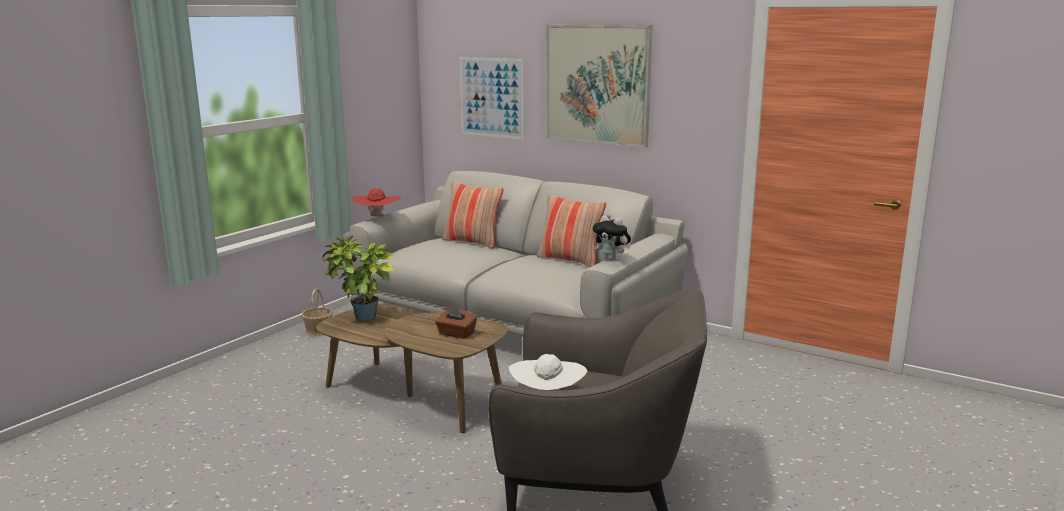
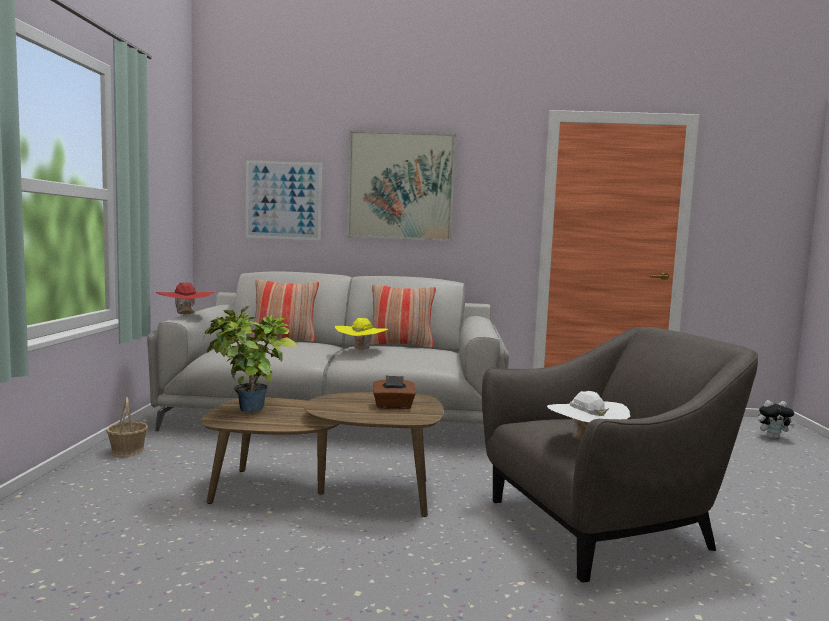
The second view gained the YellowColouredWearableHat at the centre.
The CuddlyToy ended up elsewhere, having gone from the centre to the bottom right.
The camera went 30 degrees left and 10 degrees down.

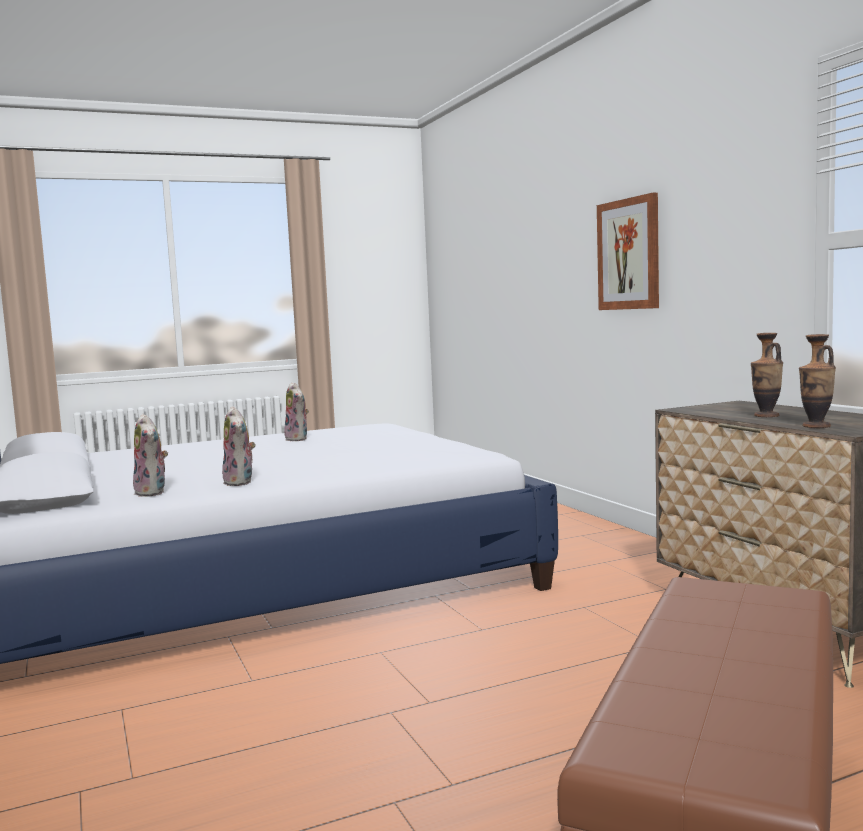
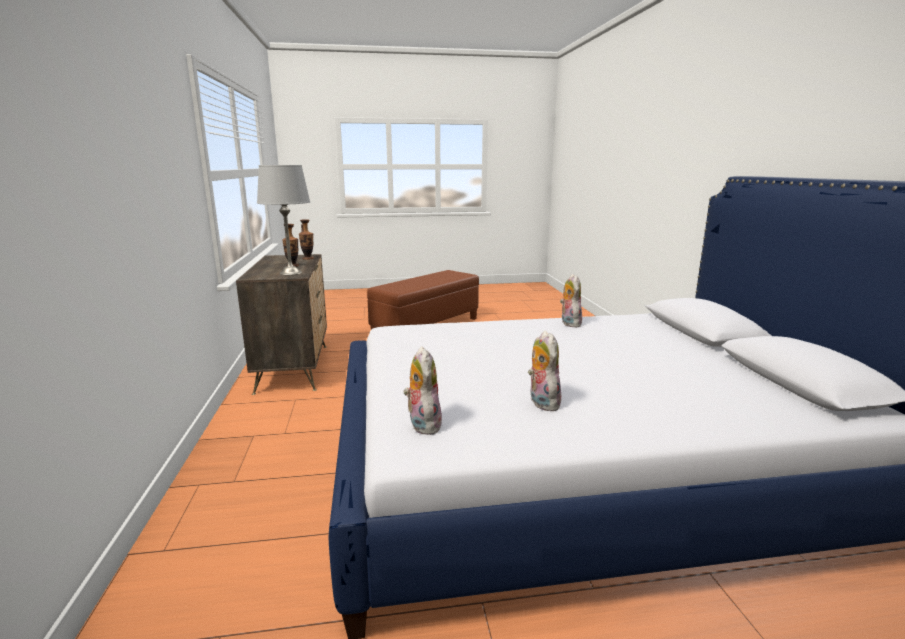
The second view lost the Picture at the top right.
The second view gained the GrayTabletopLamp at the middle left.
The CuddlyToy (no. 1 from left) ended up elsewhere, having gone from the middle left to the centre.
The camera went 165 degrees left and 10 degrees up.

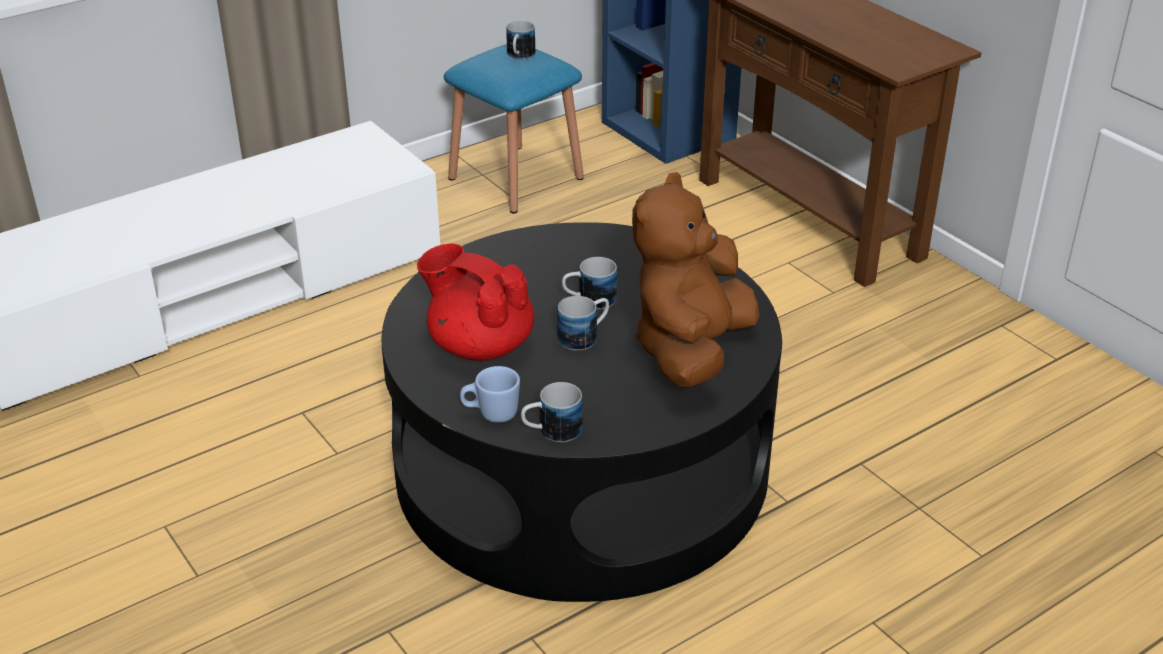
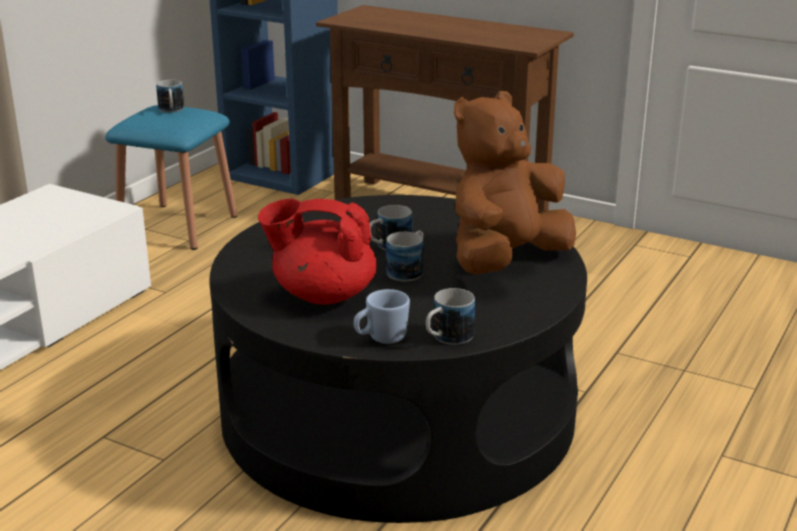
The BrownColouredCuddlyToy at the centre ended up facing another way, 45 degrees clockwise from before.
The camera went 25 degrees left and 10 degrees down.

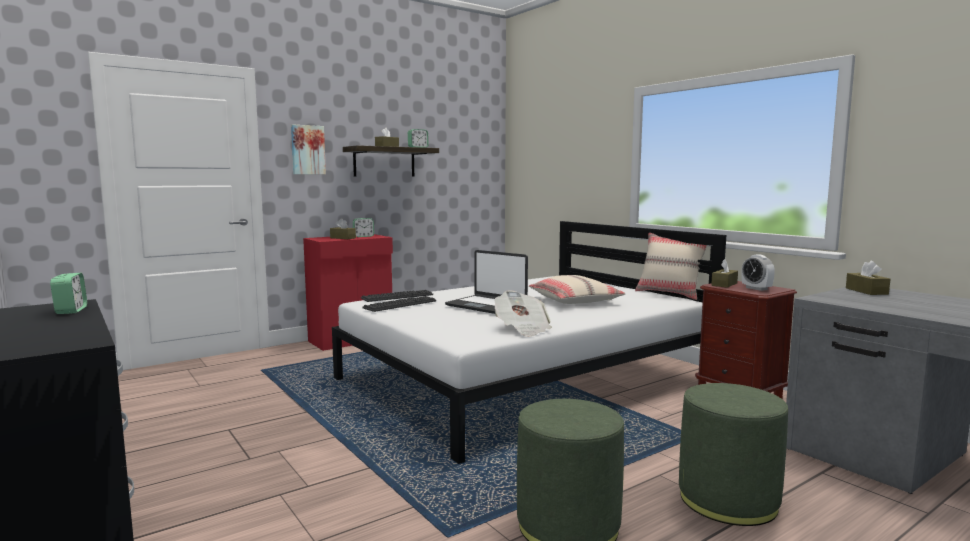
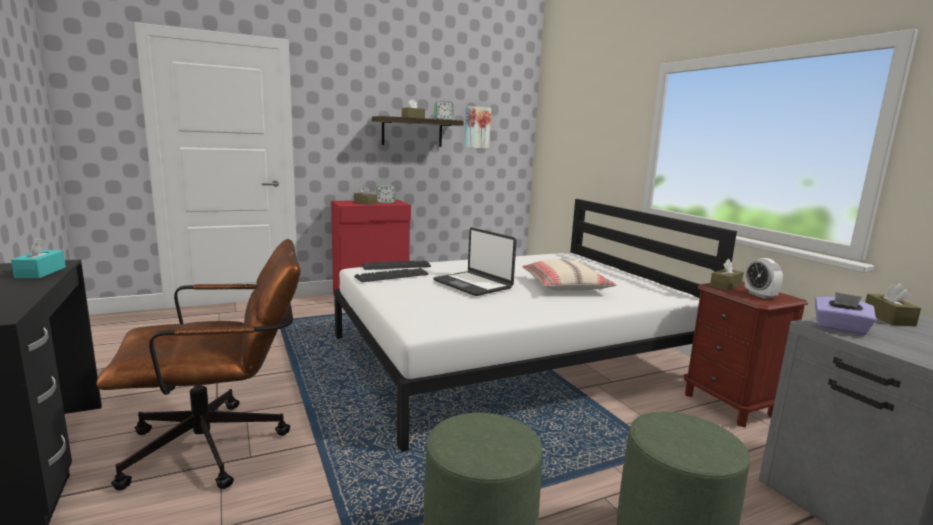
The second view lost the Newspaper at the centre.
The second view lost the BeigeColouredPillow (no. 2 from left) at the middle right.
The second view gained the BrownColouredComputerChair at the bottom left.
The second view gained the PurplishBoxOfTissues at the middle right.
The Picture ended up elsewhere, having gone from the top left to the top centre.
Where the AlarmClock (no. 1 from left) stood at the middle left, the TurquoiseColouredBoxOfTissues came to stand at the middle left.
The camera went 10 degrees right and 5 degrees up.

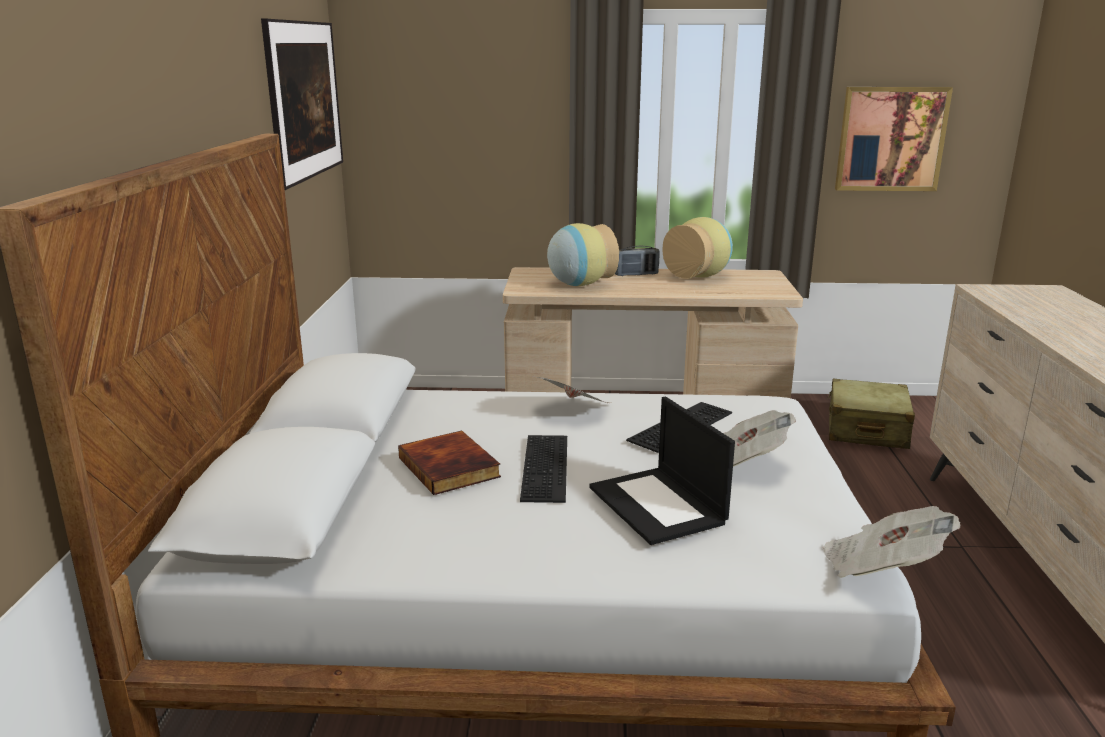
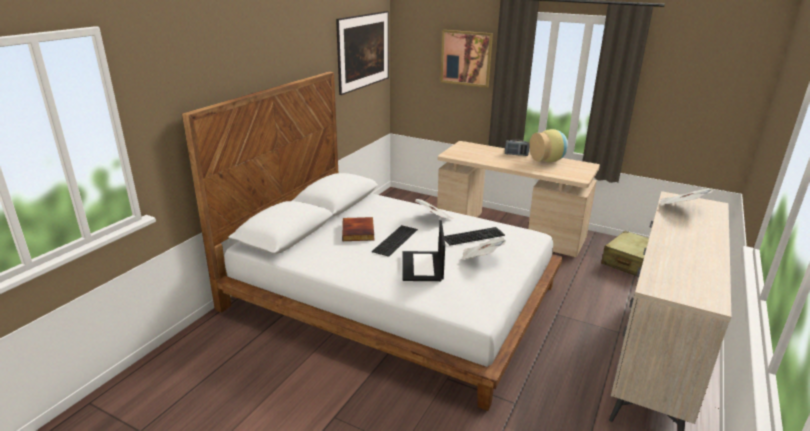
The second view lost the FlowerVase (no. 1 from left) at the centre.
The Newspaper (no. 3 from left) ended up elsewhere, having gone from the bottom right to the middle right.
The Picture (no. 2 from left) ended up elsewhere, having gone from the top right to the top centre.
The camera went 25 degrees right and 5 degrees up.

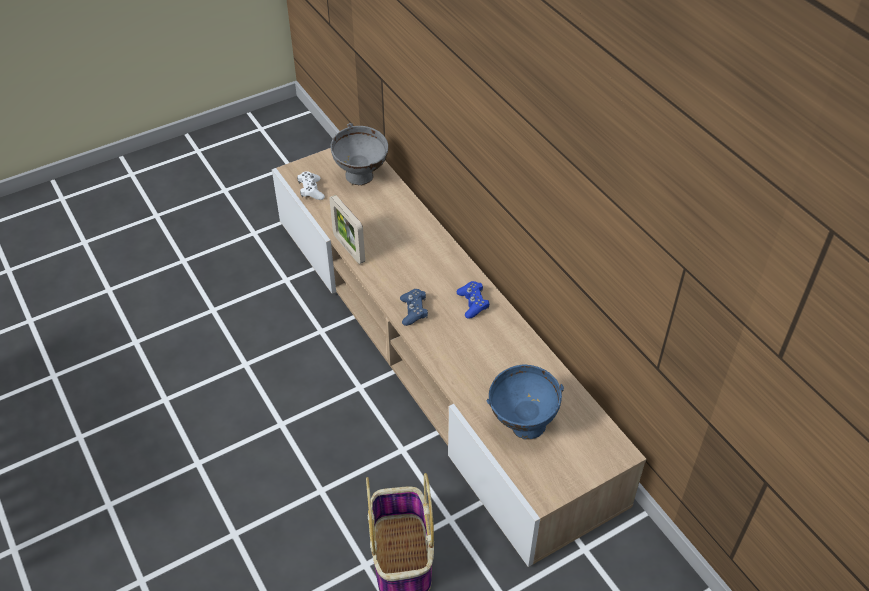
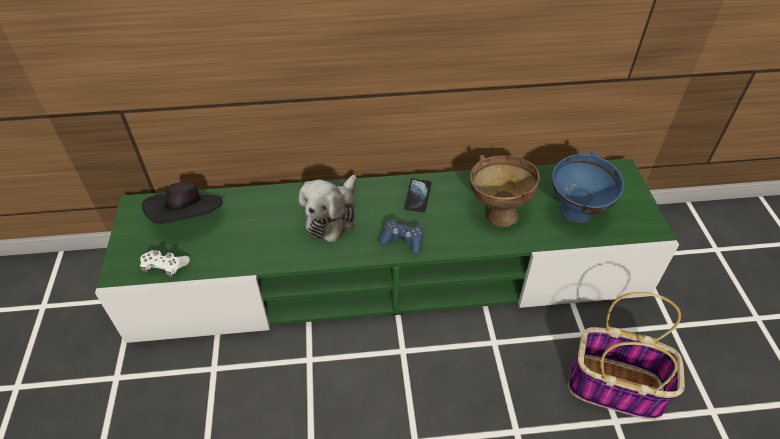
The second view lost the PictureFrame at the centre.
The second view gained the CuddlyToy at the centre.
The second view gained the BrownColouredDeepDish at the centre.
Where the GrayDeepDish stood at the top centre, the BlackColouredWearableHat came to stand at the middle left.
Where the BlueGameController (no. 2 from left) stood at the centre, the Telephone came to stand at the centre.
What was the BeigeColouredTvStand at the centre turned into the GreenishTvStand at the centre.
The camera went 65 degrees left and 0 degrees up.

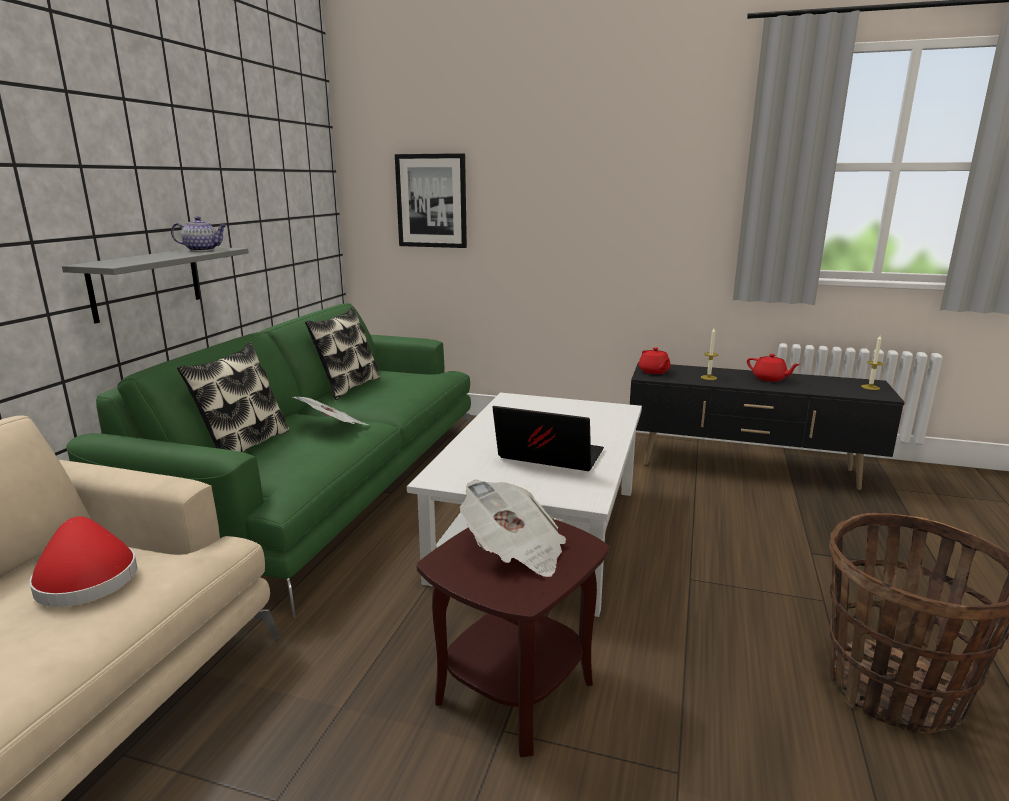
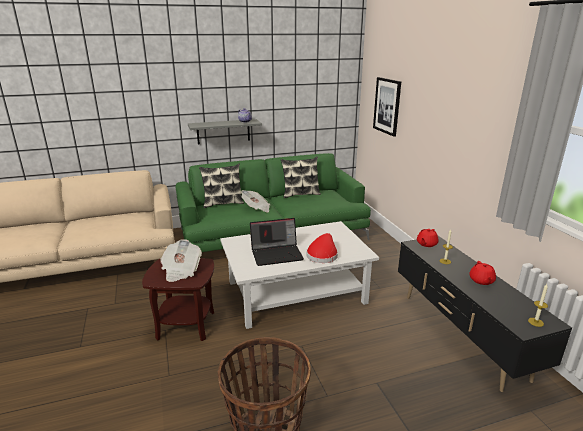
The RedWearableHat ended up elsewhere, having gone from the bottom left to the centre.
The Laptop at the centre ended up facing another way, 90 degrees clockwise from before.
The camera went 55 degrees right and 5 degrees up.

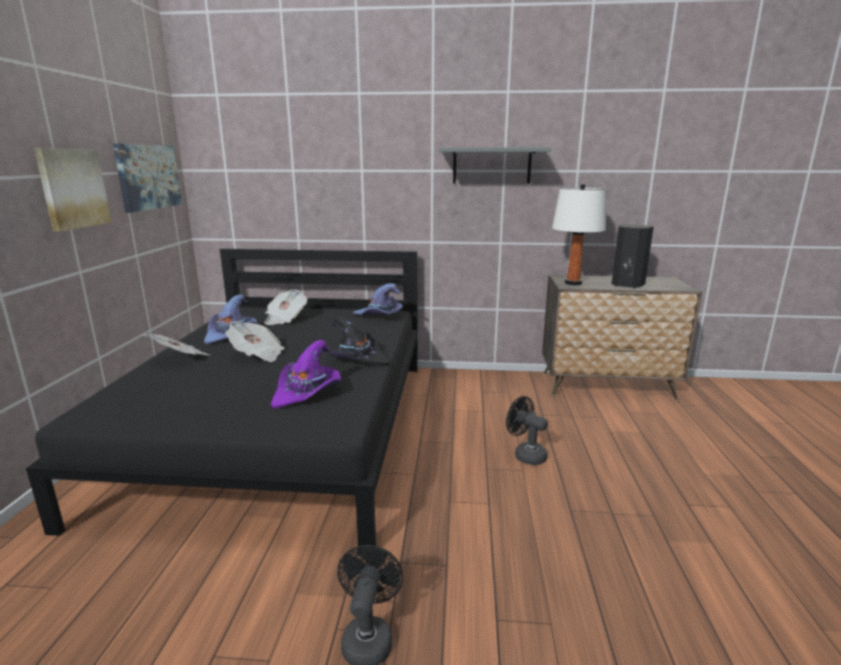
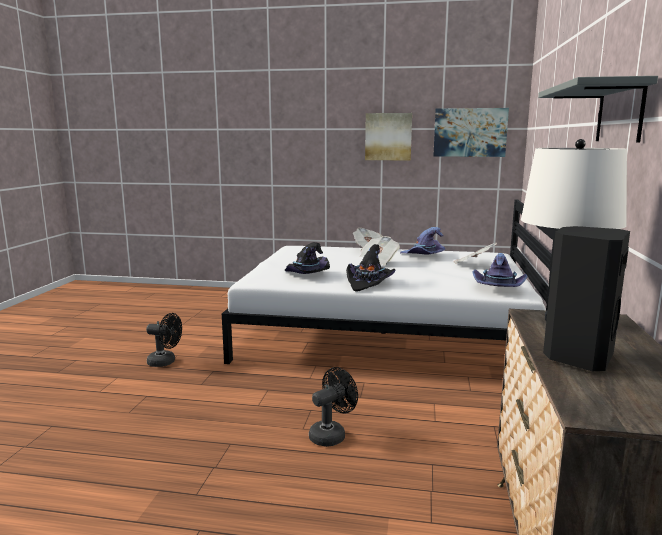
What was the BlackColouredBed at the middle left turned into the WhitishBed at the centre.
What was the PurplishWearableHat (no. 2 from left) at the centre turned into the BlackColouredWearableHat (no. 1 from left) at the centre.
The camera went 95 degrees right and 5 degrees down.

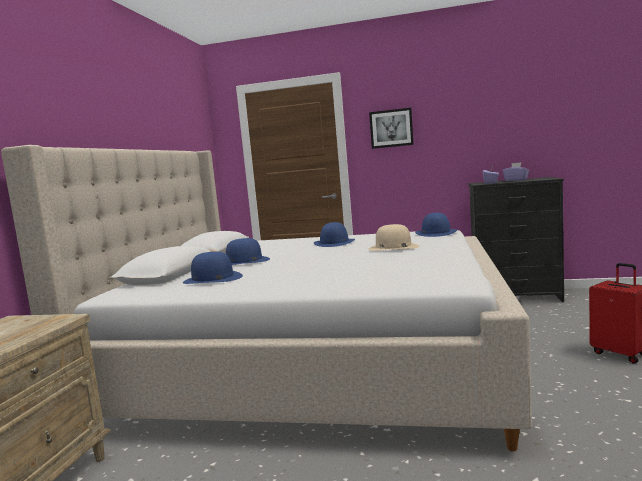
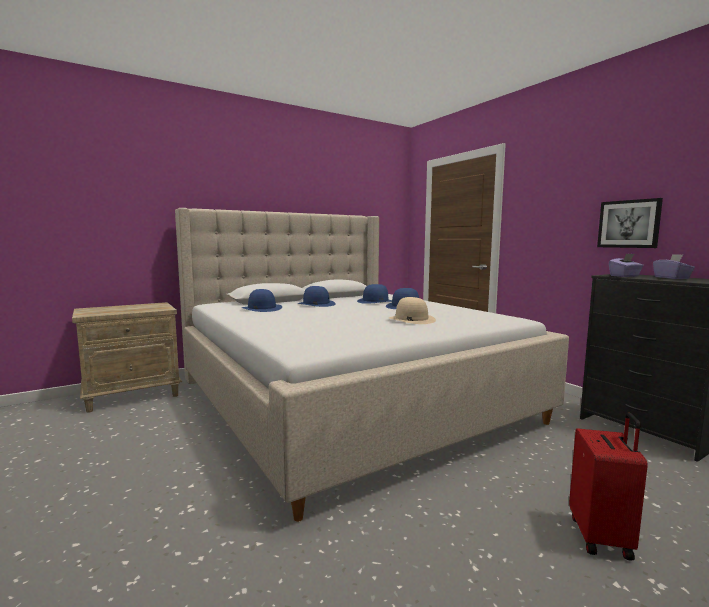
The Picture ended up elsewhere, having gone from the top centre to the middle right.
The BlueWearableHat (no. 4 from left in the first image) ended up elsewhere, having gone from the middle right to the centre.
The camera went 45 degrees right and 0 degrees up.

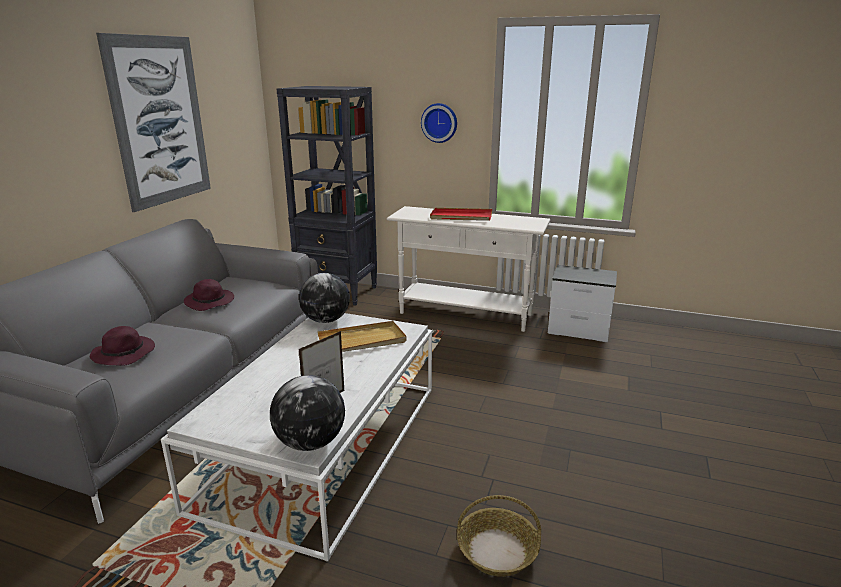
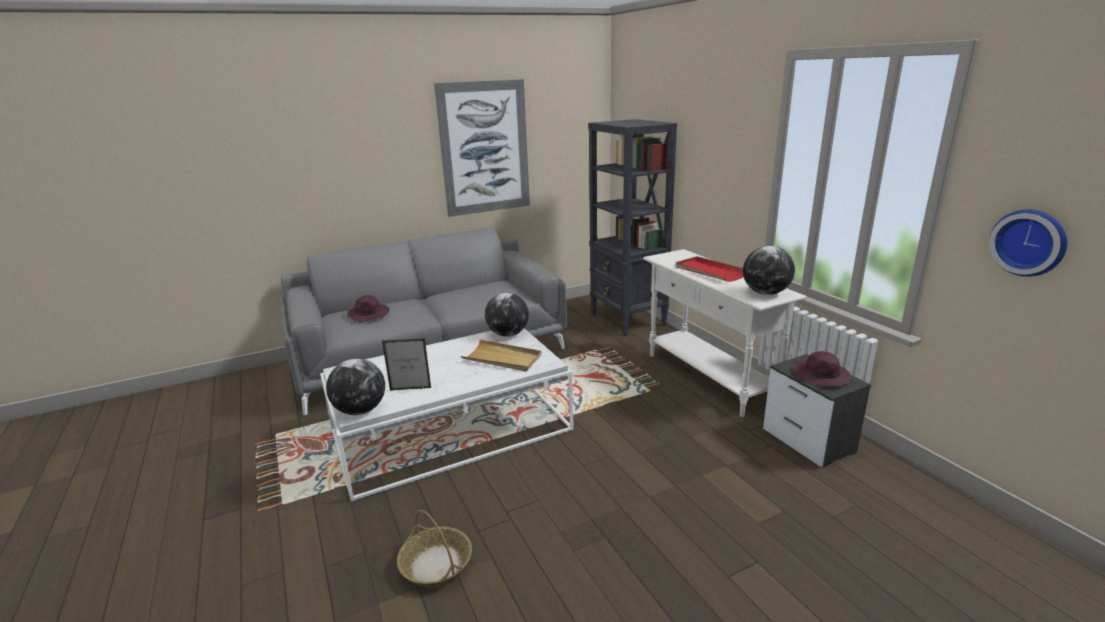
The second view gained the Globe (no. 3 from left) at the middle right.
The PurplishWearableHat (no. 2 from left) ended up elsewhere, having gone from the middle left to the middle right.
The ClockOnTheWall ended up elsewhere, having gone from the top centre to the middle right.
The camera went 45 degrees right and 0 degrees up.

